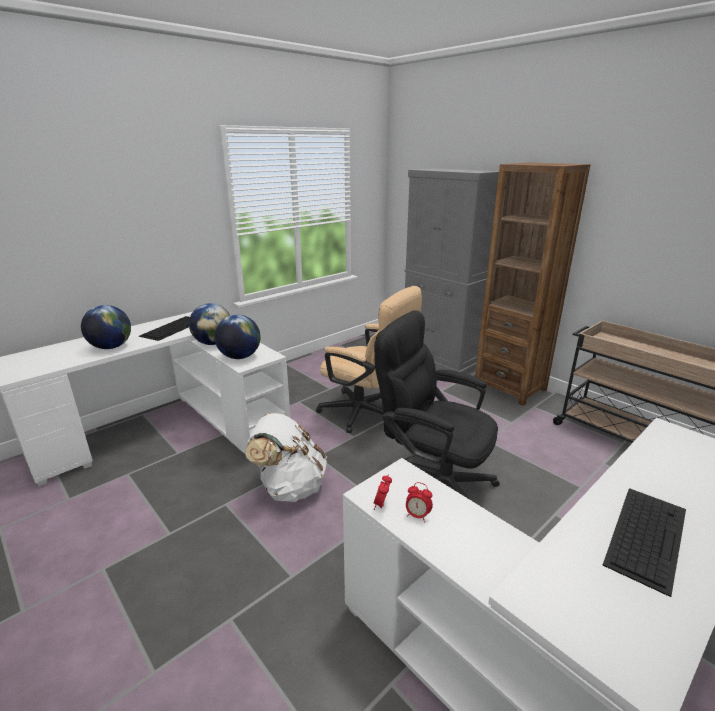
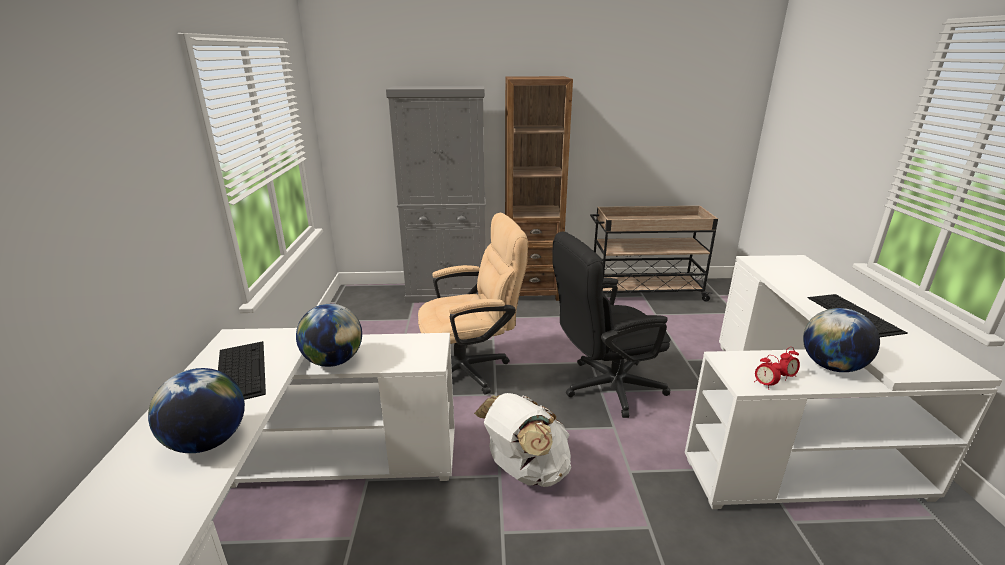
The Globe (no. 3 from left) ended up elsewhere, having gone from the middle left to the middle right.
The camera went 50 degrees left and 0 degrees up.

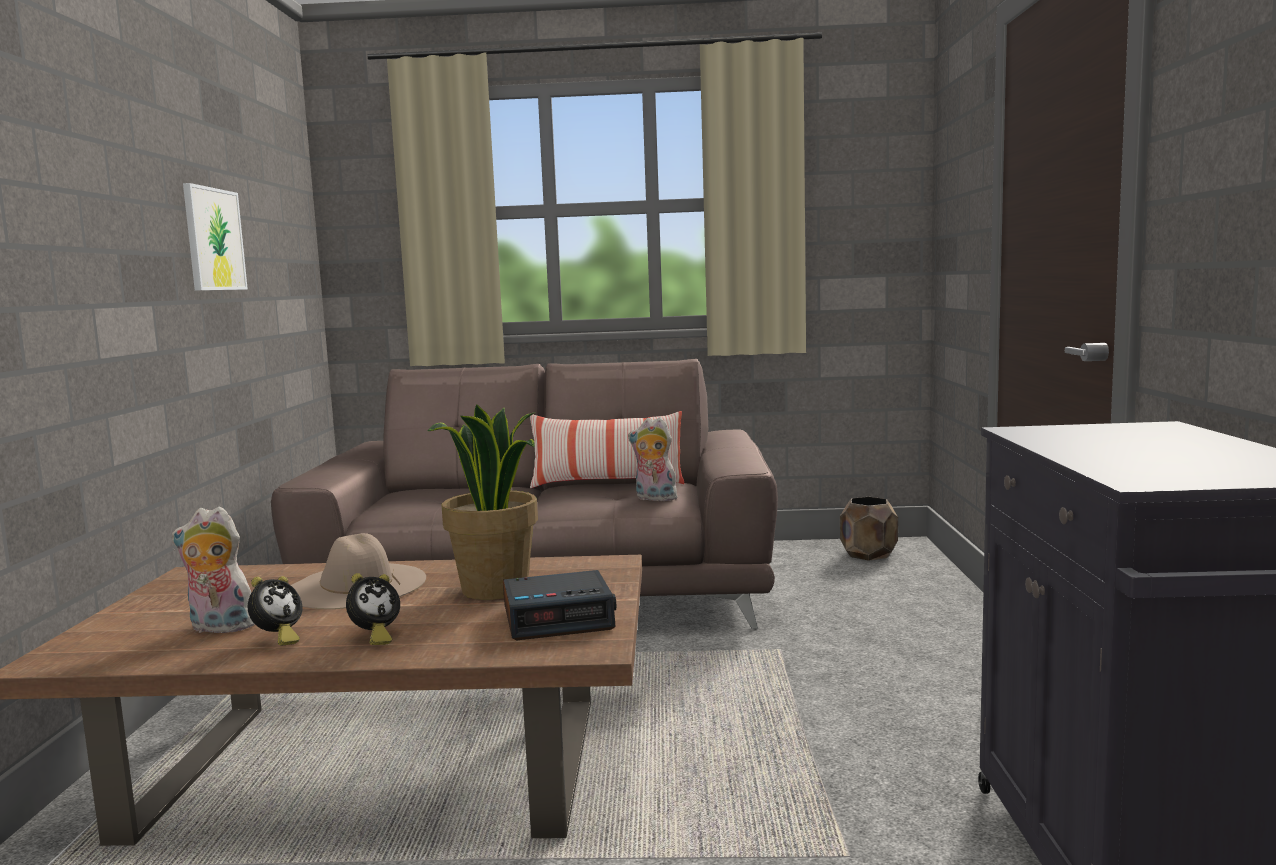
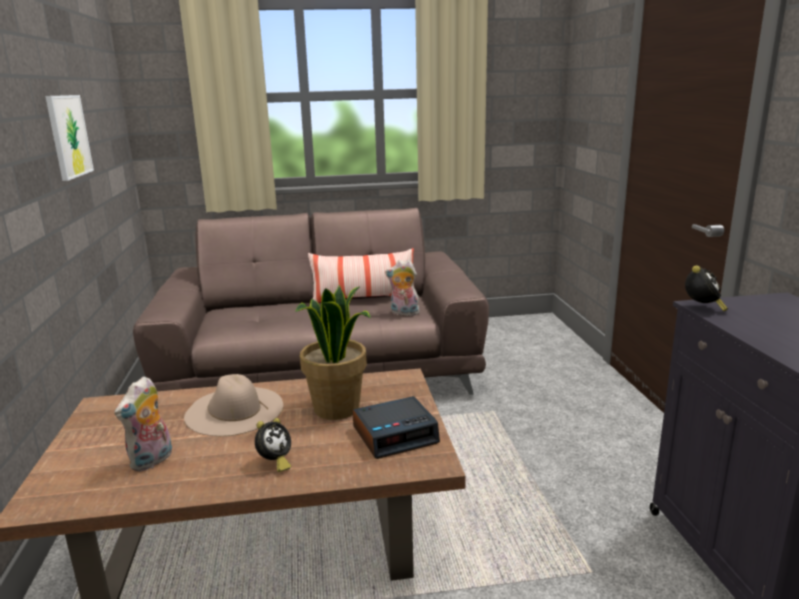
The second view lost the BrownColouredPlanter at the middle right.
The AlarmClock (no. 1 from left in the first image) ended up elsewhere, having gone from the bottom left to the middle right.
The CuddlyToy (no. 1 from left) at the middle left ended up facing another way, 60 degrees counterclockwise from before.
The camera went 10 degrees left and 10 degrees up.

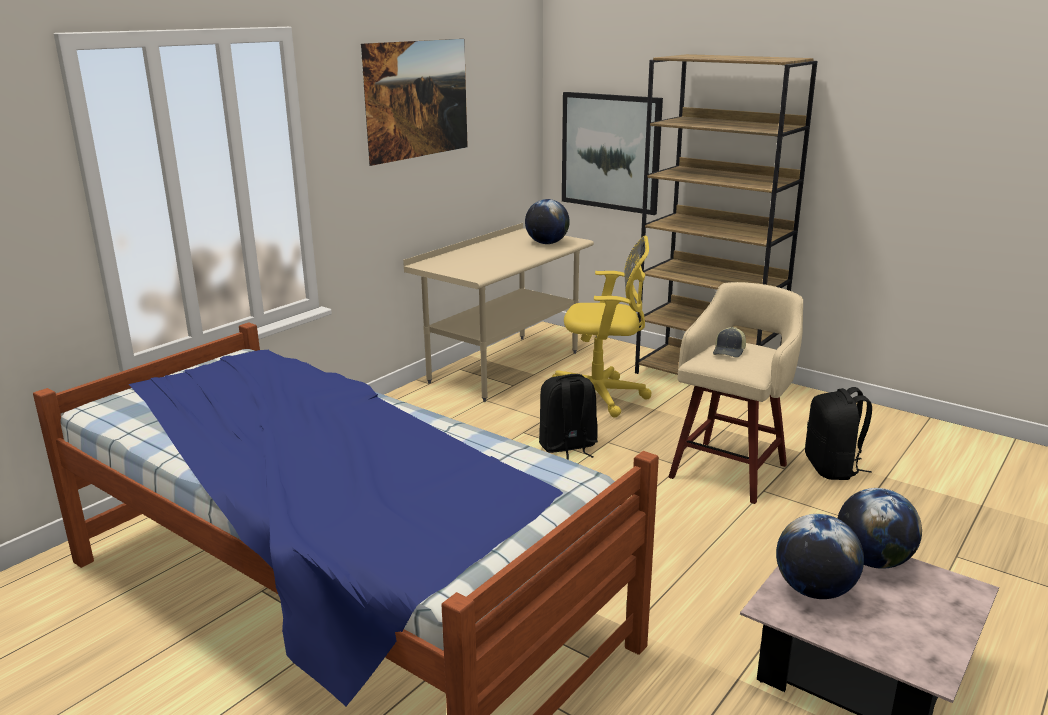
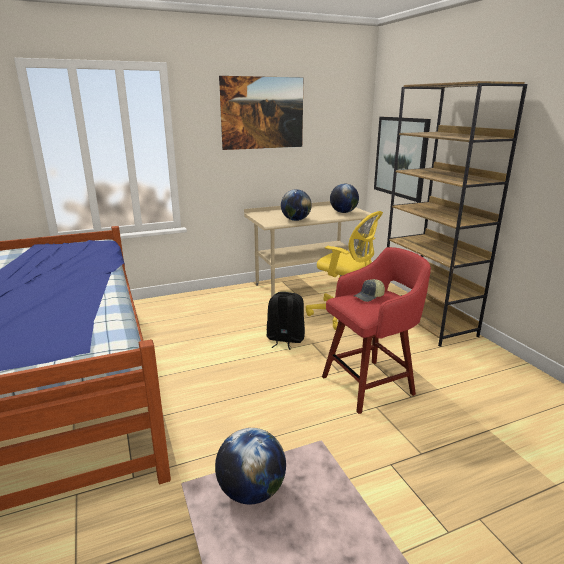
The second view lost the BlackColouredBackpack (no. 2 from left) at the middle right.
The Globe (no. 3 from left in the first image) ended up elsewhere, having gone from the bottom right to the centre.
What was the BeigeColouredStoolSeat at the middle right turned into the RedStoolSeat at the middle right.
The camera went 30 degrees right and 0 degrees up.

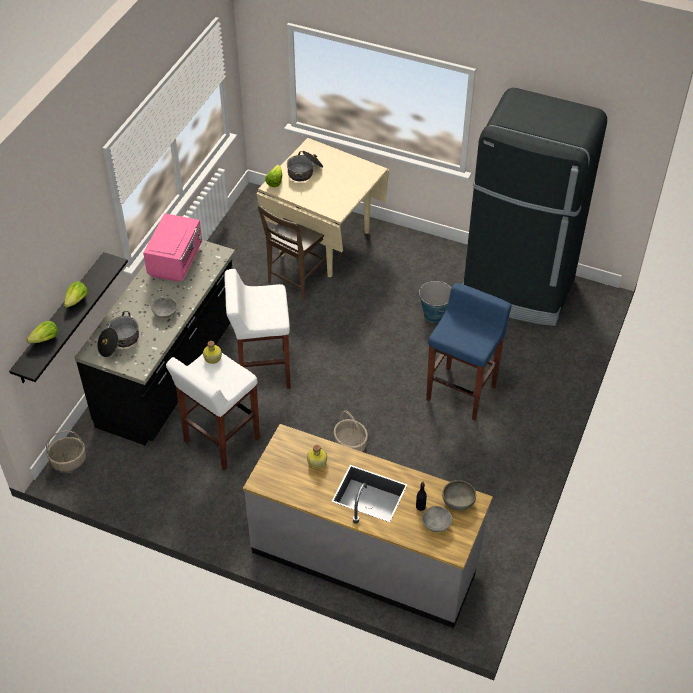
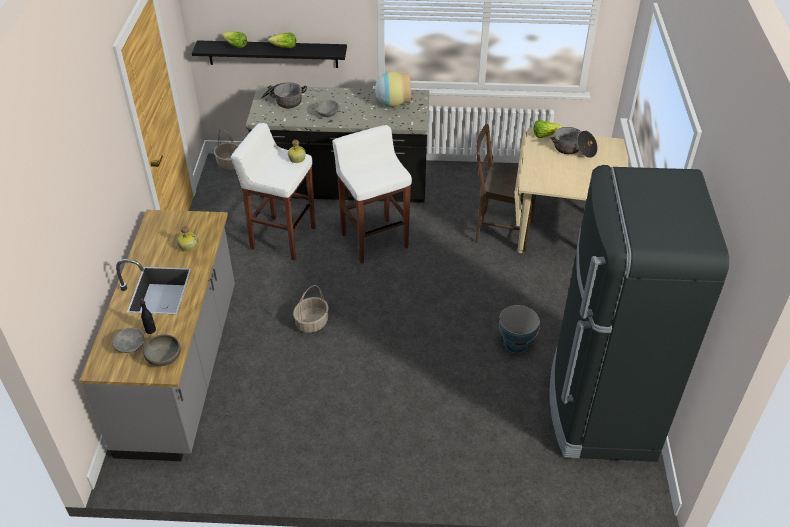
The second view lost the BlueStoolSeat at the middle right.
Where the PinkColouredMicrowaveOven stood at the middle left, the FlowerVase came to stand at the top centre.
The camera went 70 degrees right and 5 degrees down.

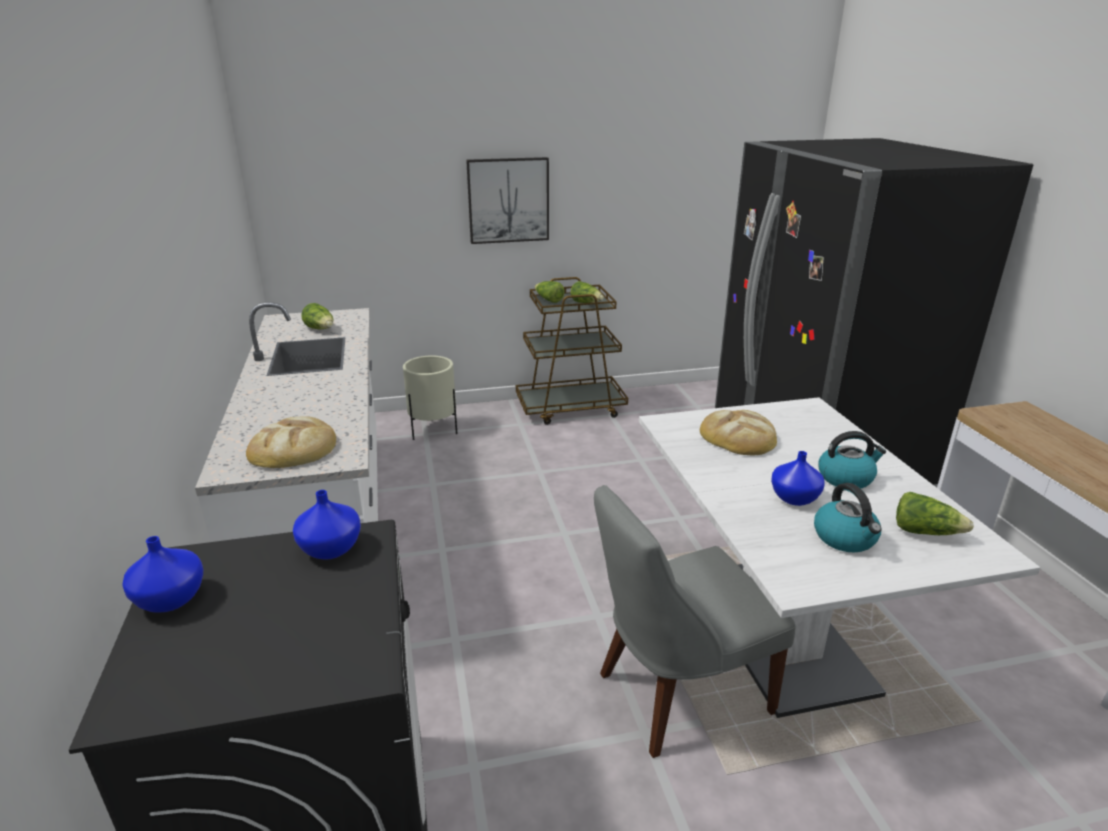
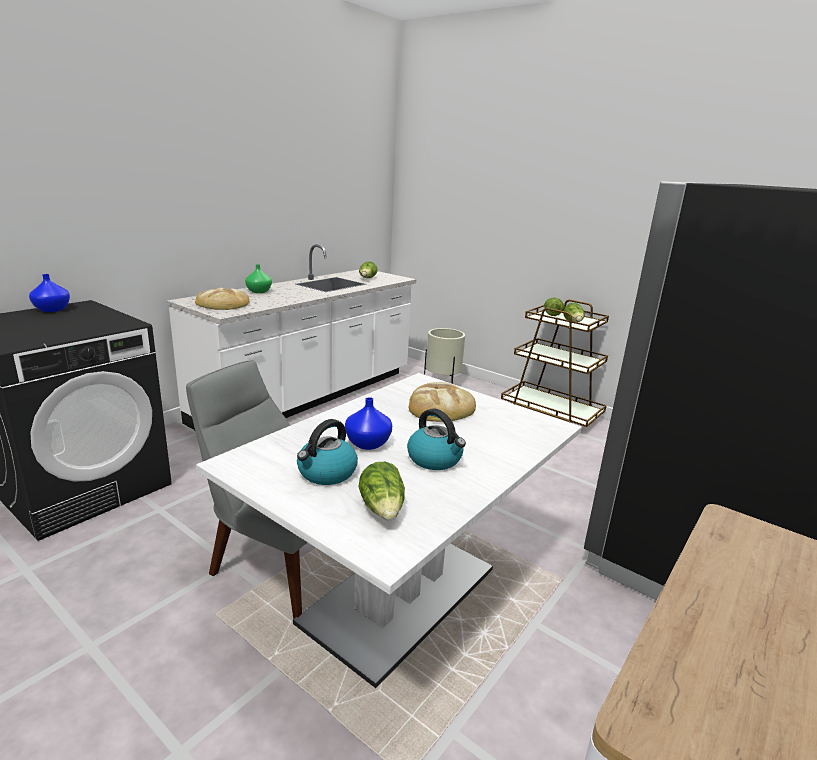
The second view lost the BlueFlowerVase (no. 2 from left) at the middle left.
The second view lost the Picture at the top centre.
The second view gained the GreenishFlowerVase at the middle left.
The camera went 50 degrees right and 5 degrees down.

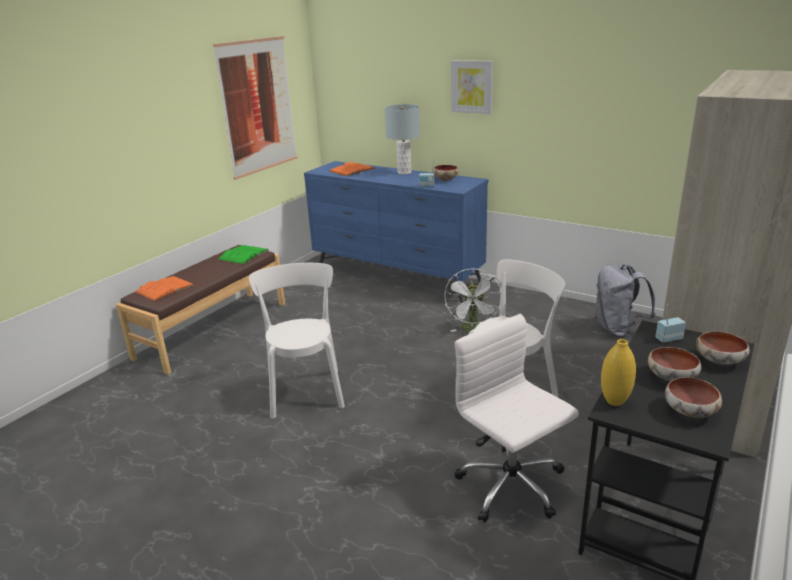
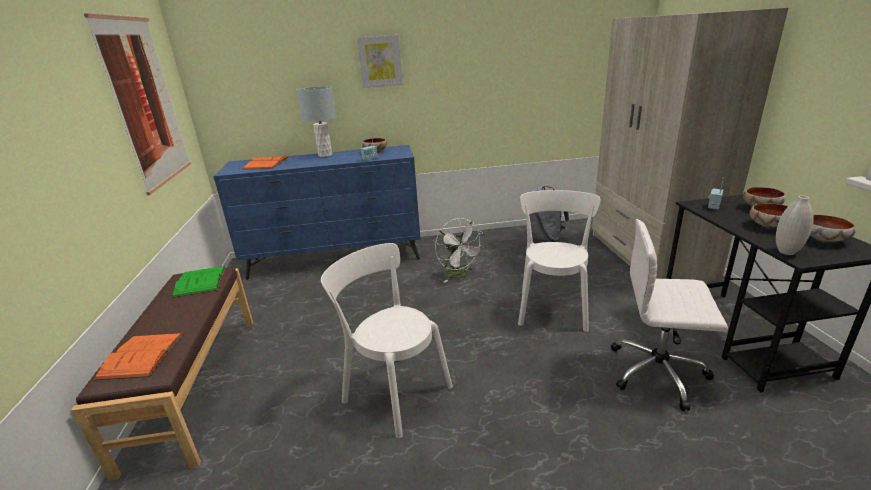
What was the YellowColouredFlowerVase at the middle right turned into the WhitishFlowerVase at the middle right.
The camera went 40 degrees left and 0 degrees up.

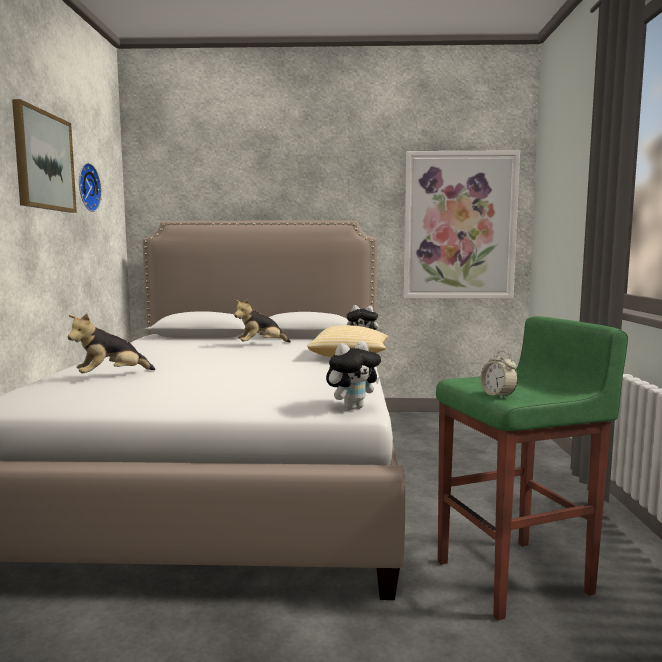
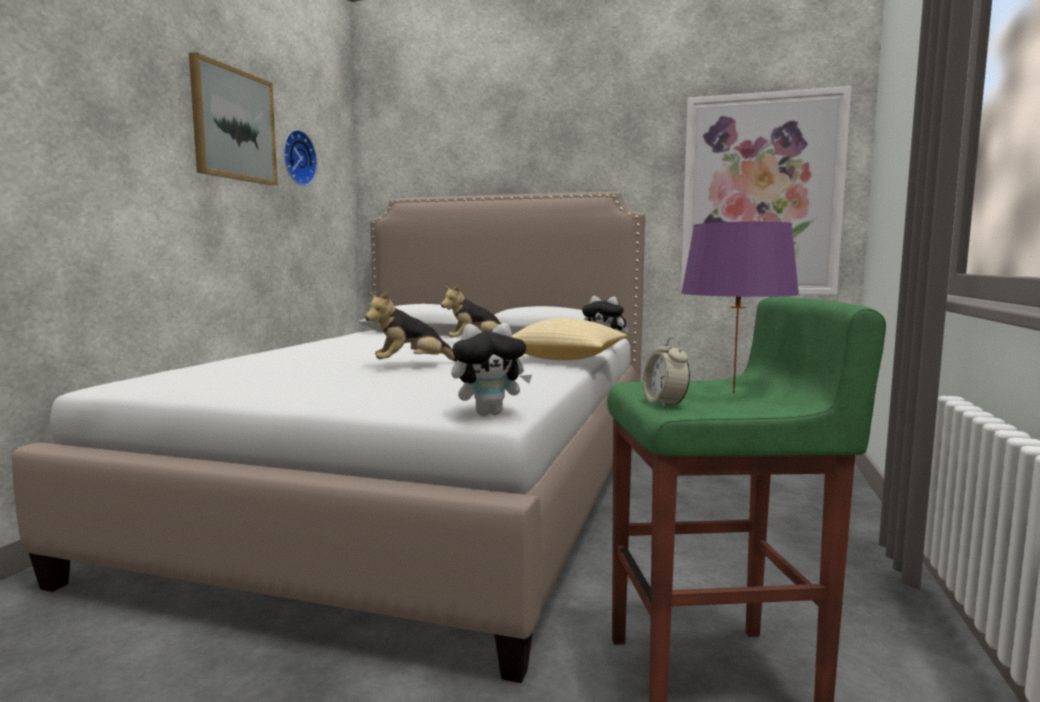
The second view gained the PurplishTabletopLamp at the middle right.
The CuddlyToy (no. 1 from left) ended up elsewhere, having gone from the middle left to the centre.
The camera went 15 degrees right and 0 degrees up.

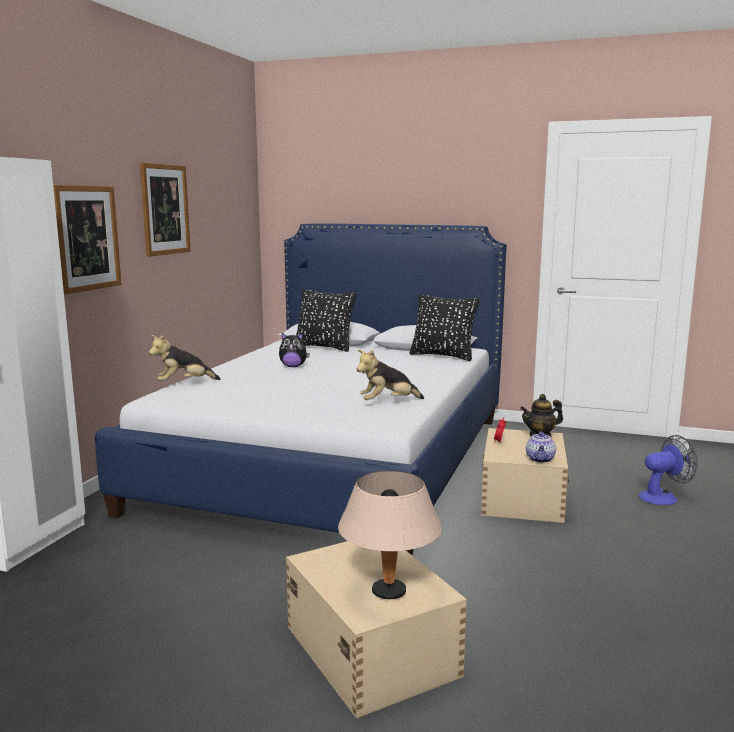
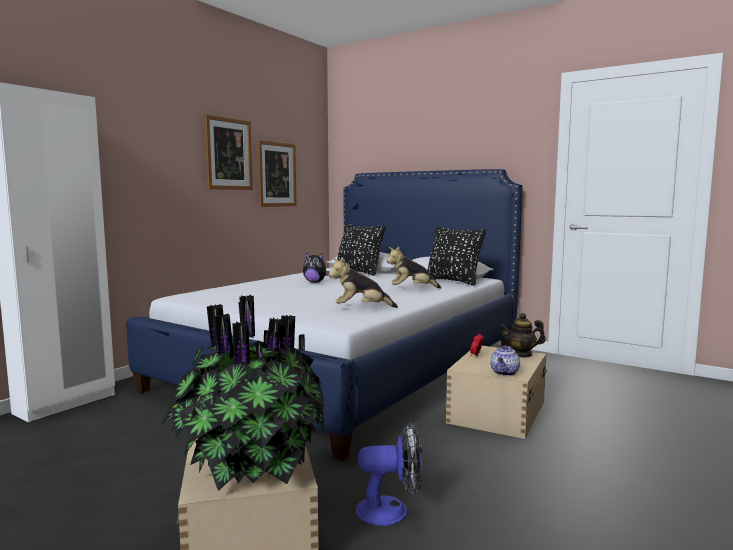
The Picture (no. 1 from left in the first image) ended up elsewhere, having gone from the top left to the top centre.
The CuddlyToy (no. 1 from left in the first image) ended up elsewhere, having gone from the middle left to the centre.
The Fan ended up elsewhere, having gone from the middle right to the bottom centre.
Where the BeigeColouredTabletopLamp stood at the bottom centre, the PottedPlant came to stand at the bottom left.
The camera went 15 degrees right and 5 degrees down.

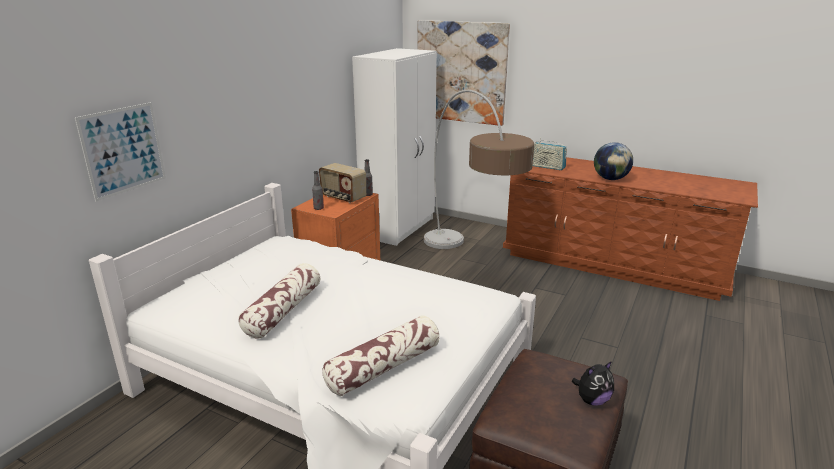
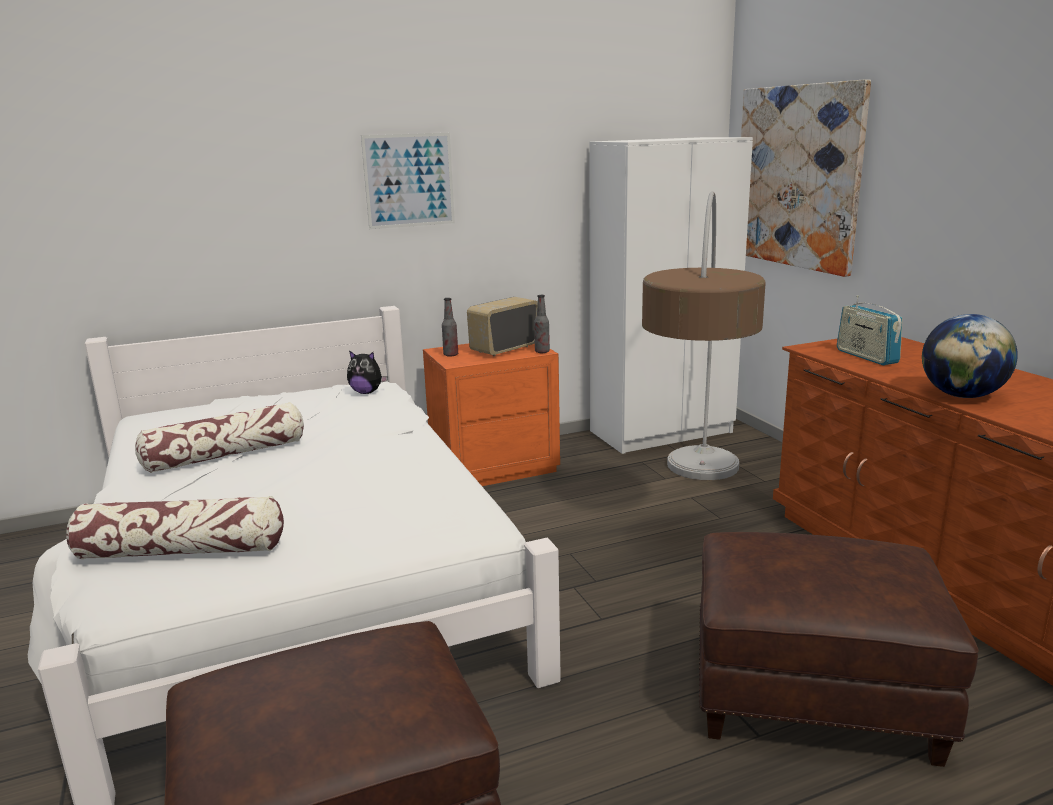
The second view gained the BrownColouredFootrest (no. 2 from left) at the bottom right.
The Picture (no. 1 from left) ended up elsewhere, having gone from the top left to the top centre.
The CuddlyToy ended up elsewhere, having gone from the bottom right to the centre.
The RadioReceiver (no. 1 from left) at the centre ended up facing another way, 60 degrees clockwise from before.
The camera went 40 degrees right and 5 degrees down.

